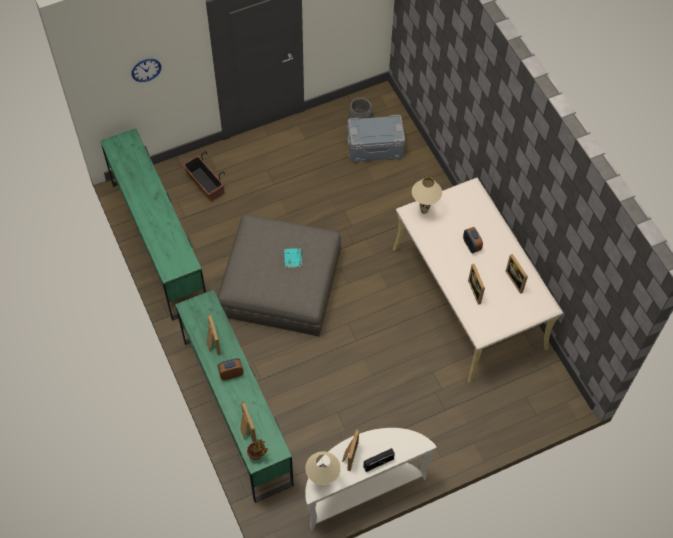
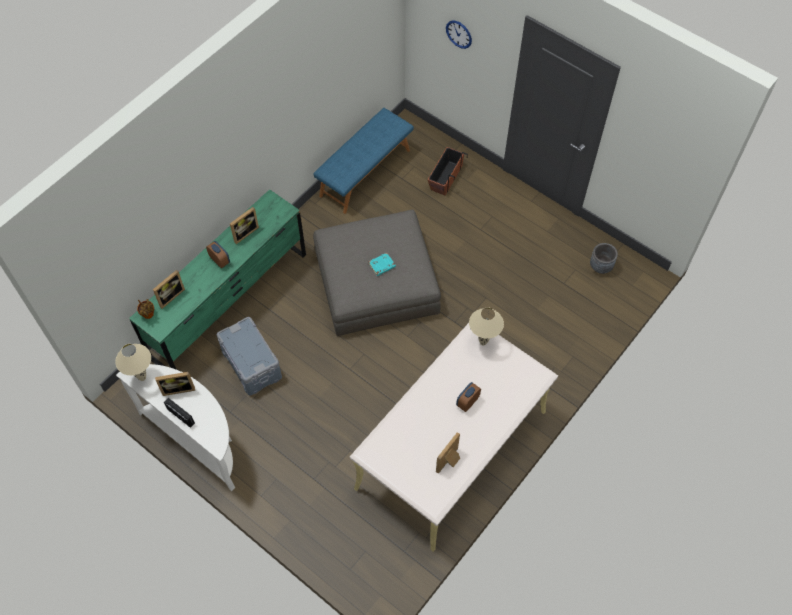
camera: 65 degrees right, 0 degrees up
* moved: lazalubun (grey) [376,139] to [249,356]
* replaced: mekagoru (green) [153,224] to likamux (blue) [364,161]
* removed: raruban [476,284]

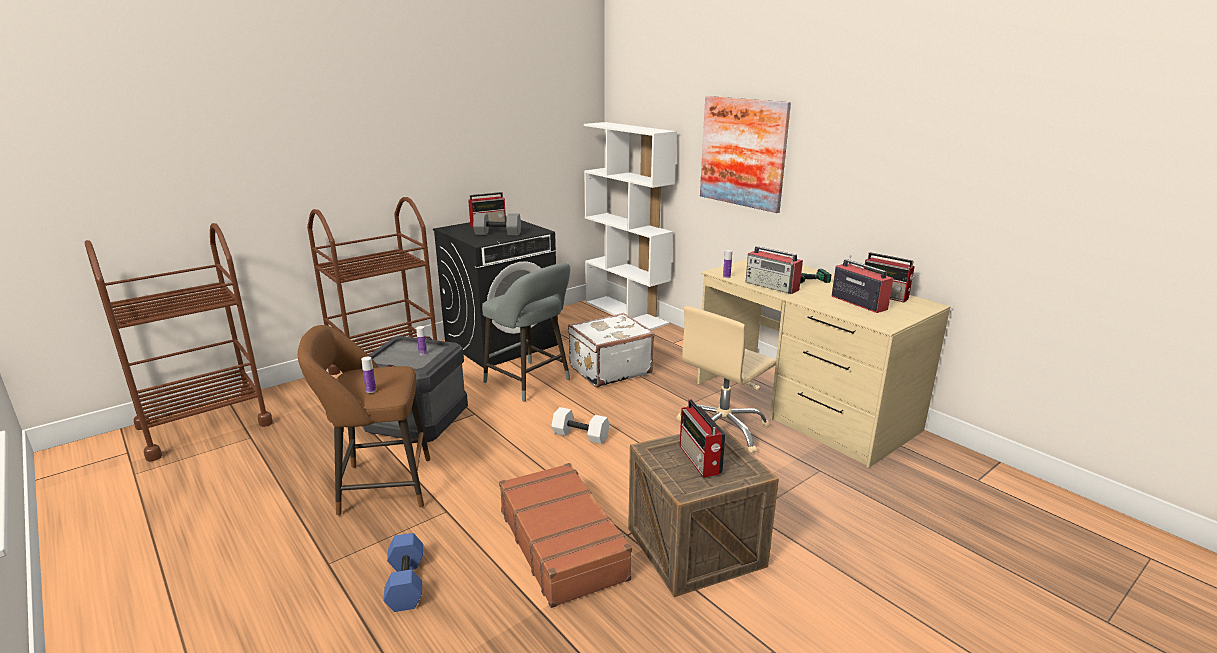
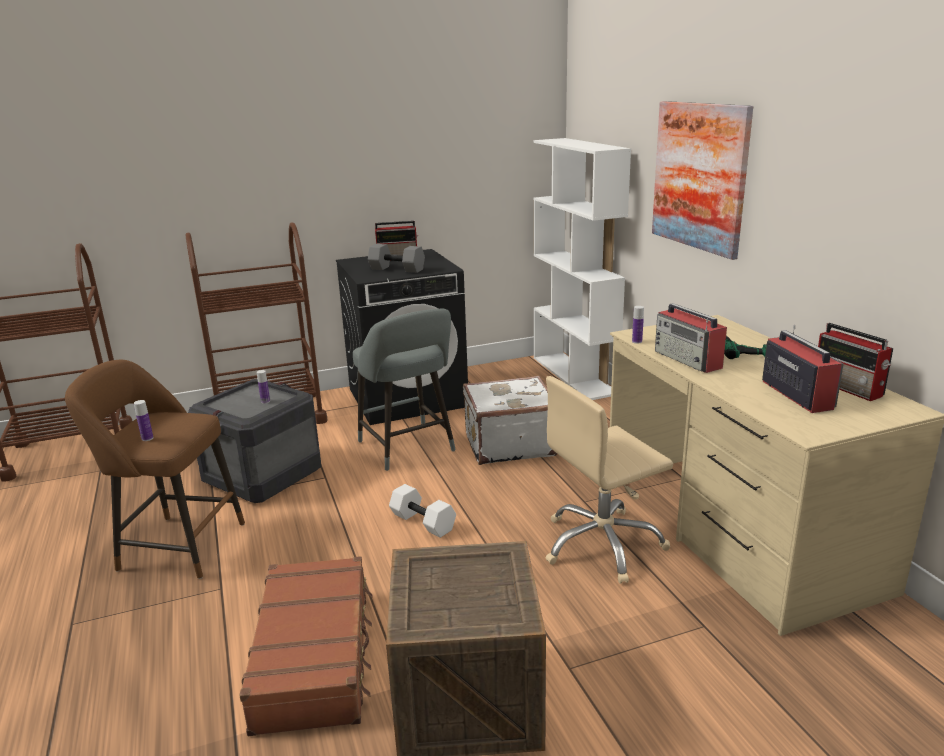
camera: 20 degrees right, 0 degrees up
* removed: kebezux [702,438]
* removed: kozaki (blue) [403,572]

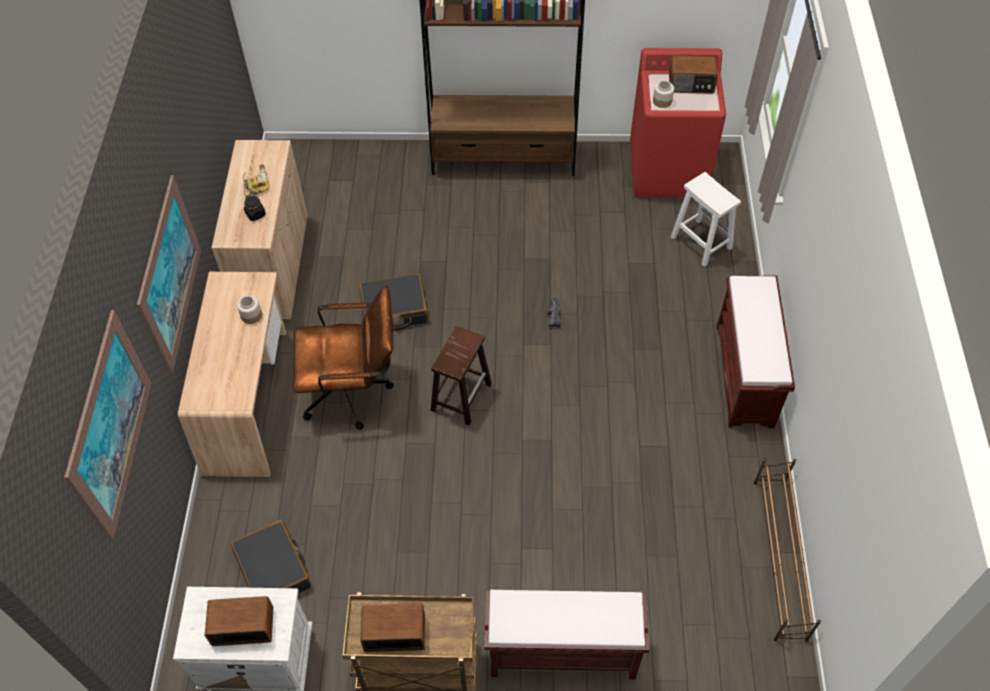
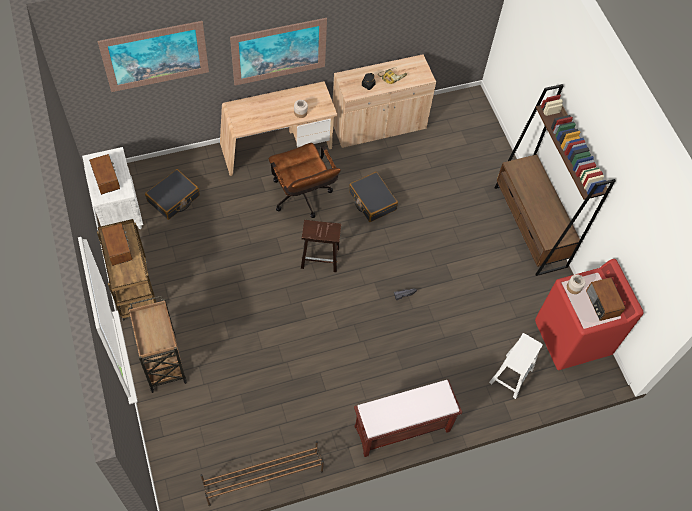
camera: 65 degrees right, 5 degrees up
* replaced: likamux (brown) [566,635] to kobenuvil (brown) [157,344]

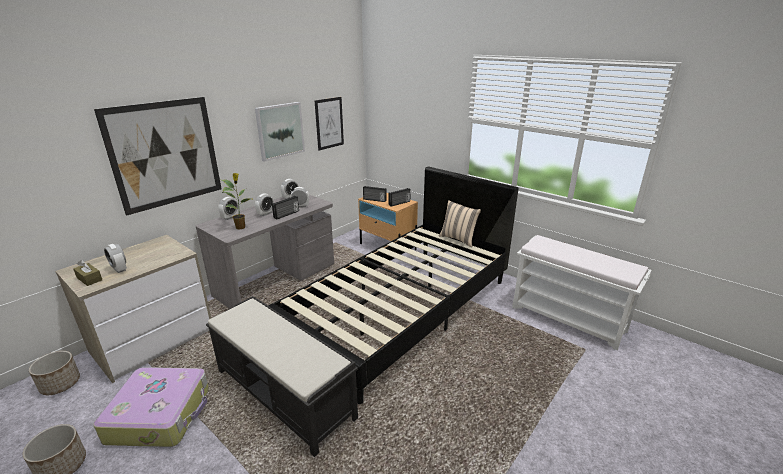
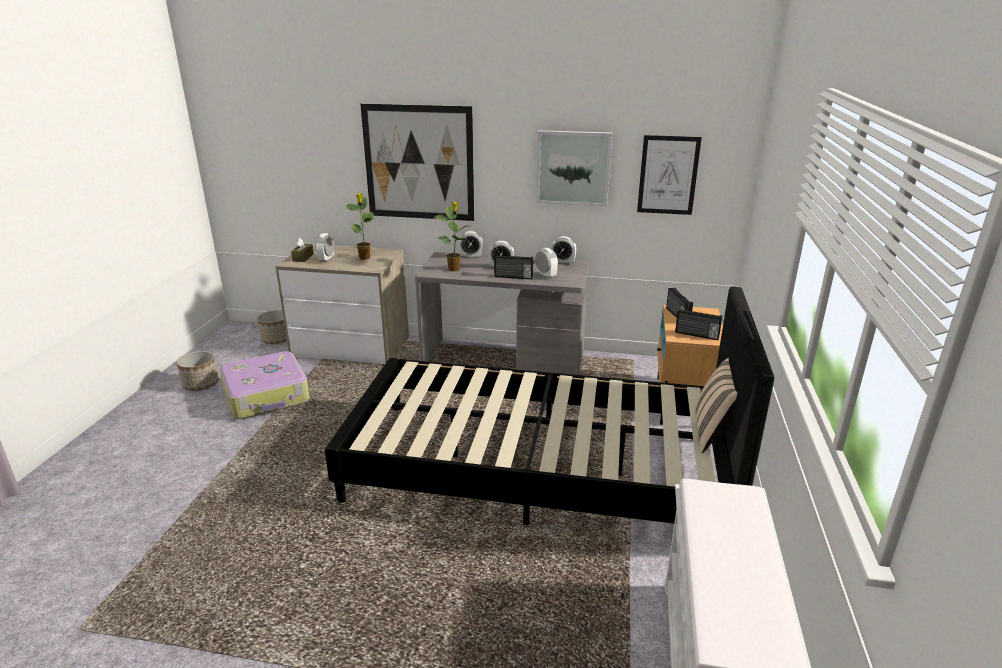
camera: 60 degrees right, 0 degrees up
* removed: likamux (black) [282,376]
* added: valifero [360,226]

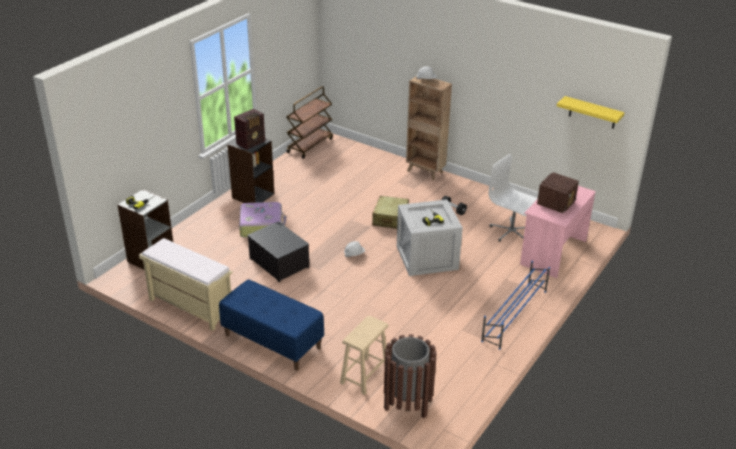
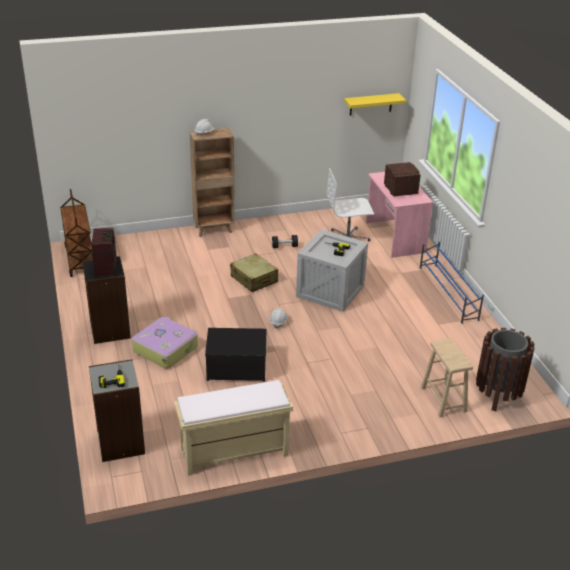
camera: 50 degrees left, 0 degrees up
* removed: likamux (blue) [271,325]

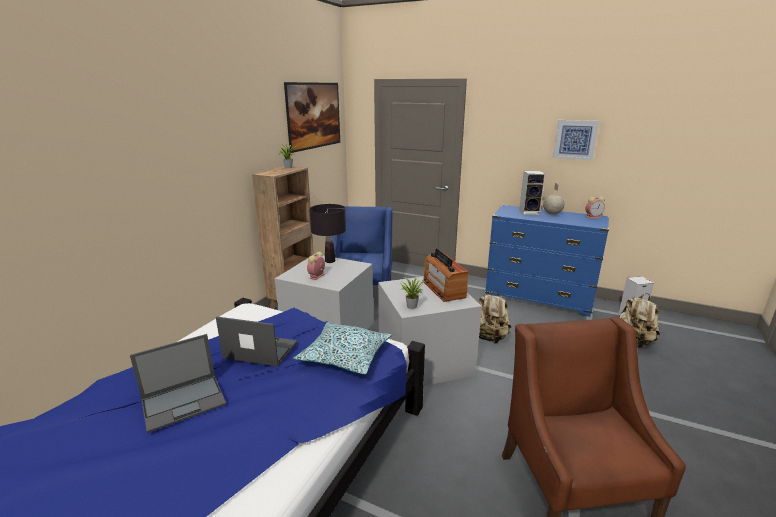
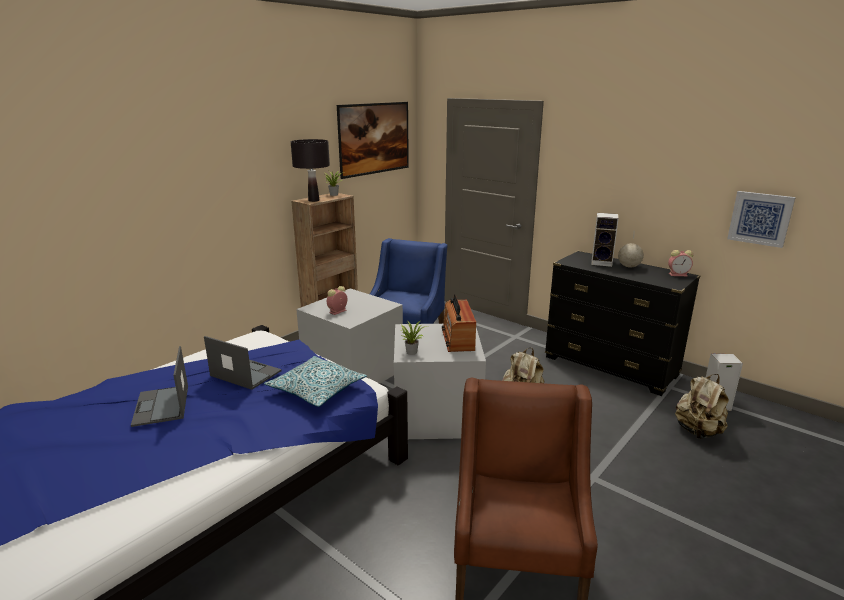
camera: 15 degrees right, 0 degrees up
* moved: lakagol [576,140] to [761,219]
* moved: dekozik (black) [327,233] to [310,170]
* recoloured: mekagoru (blue) [547,261] to mekagoru (black) [623,323]
* turned: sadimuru [178,383] = [159,386] 90 degrees clockwise

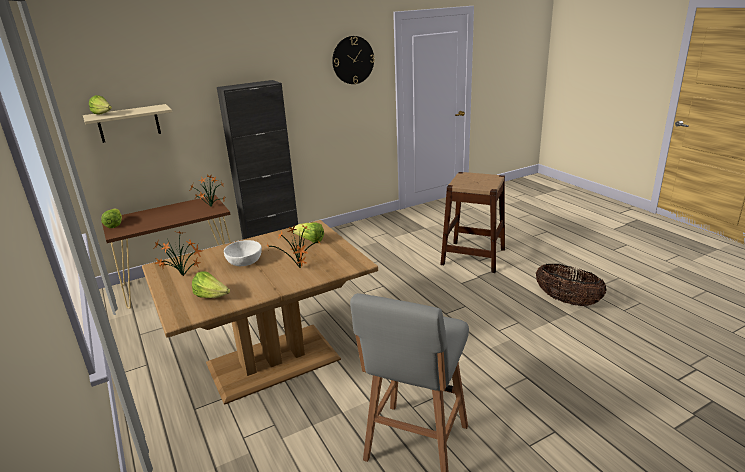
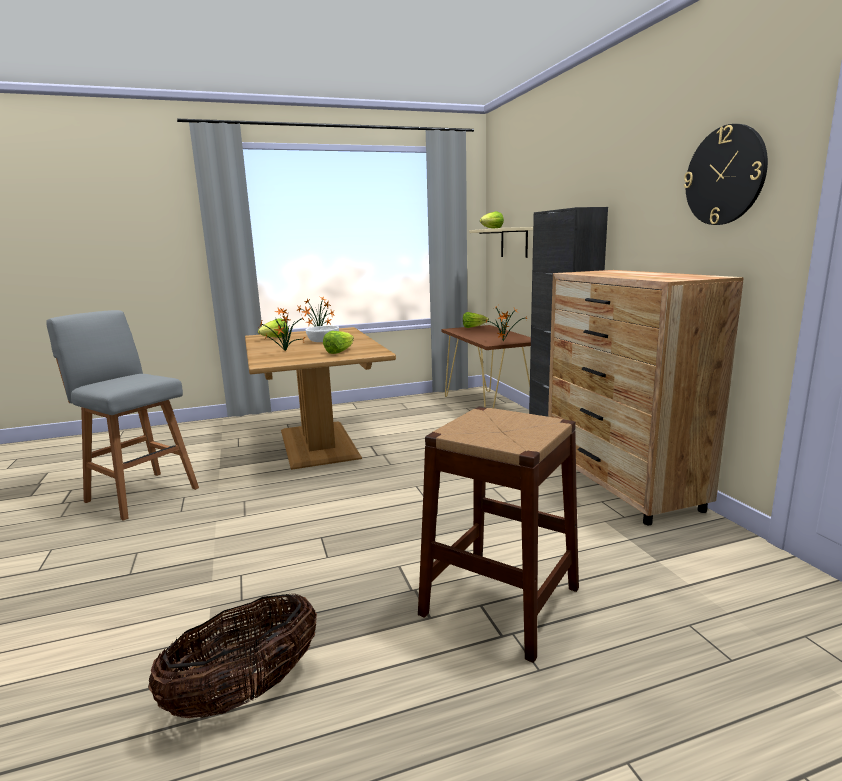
camera: 100 degrees right, 10 degrees down
* added: mekagoru (brown) [646,397]

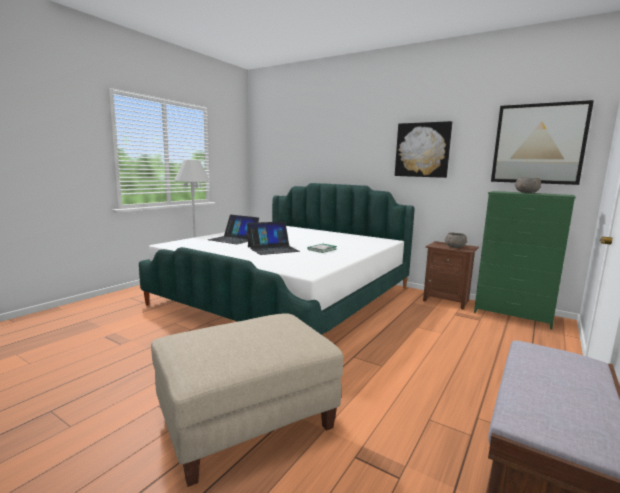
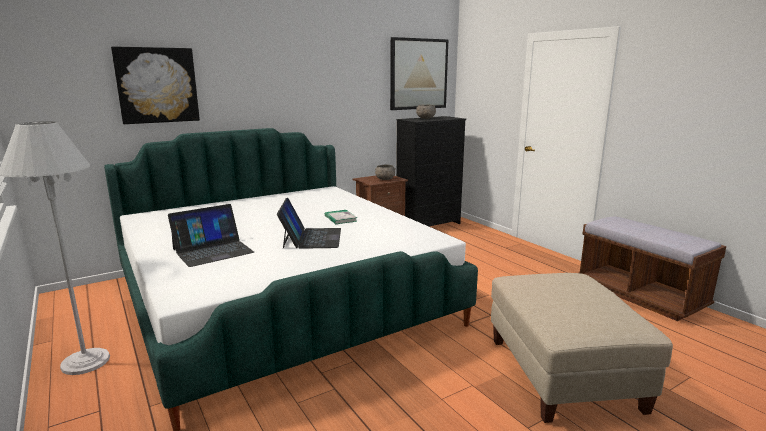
camera: 65 degrees left, 5 degrees up
* moved: lakagol [423,149] to [155,85]
* recoloured: mekagoru (green) [525,260] to mekagoru (black) [431,171]

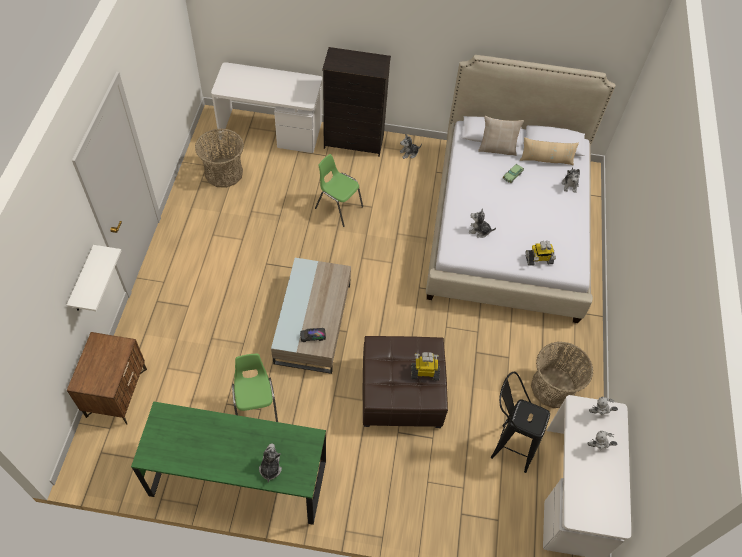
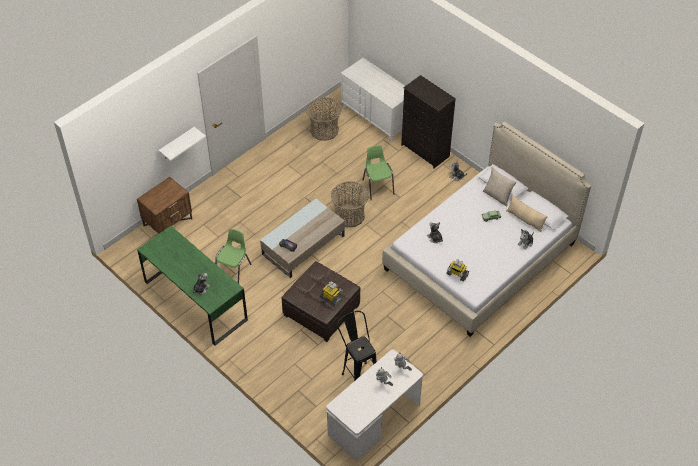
camera: 40 degrees right, 5 degrees down
* replaced: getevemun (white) [266,107] to mekagoru (white) [373,100]
* moved: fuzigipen [562,375] to [350,204]

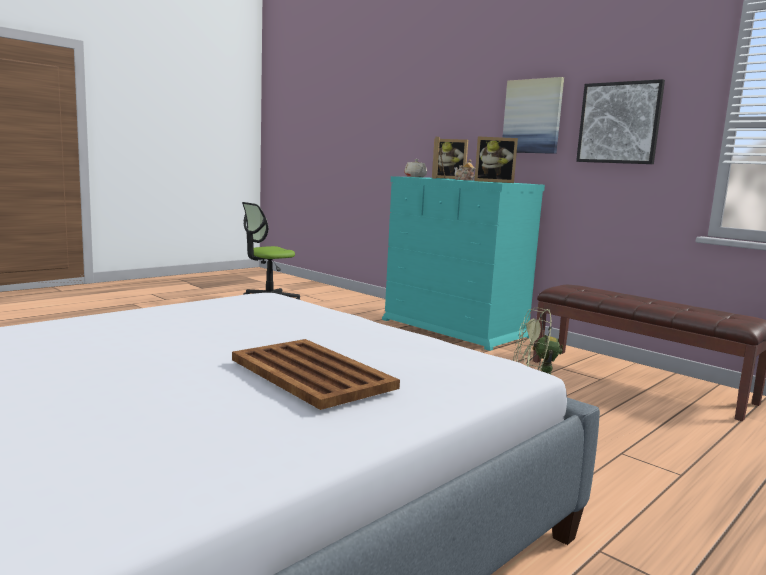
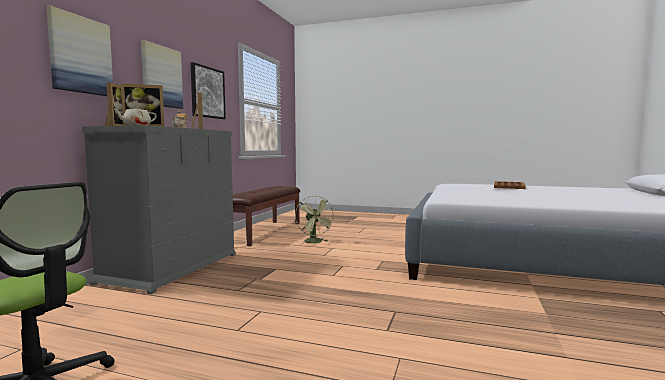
camera: 115 degrees left, 5 degrees down
* recoloured: mekagoru (turquoise) [463,263] to mekagoru (grey) [159,209]
* added: lakagol [79,50]

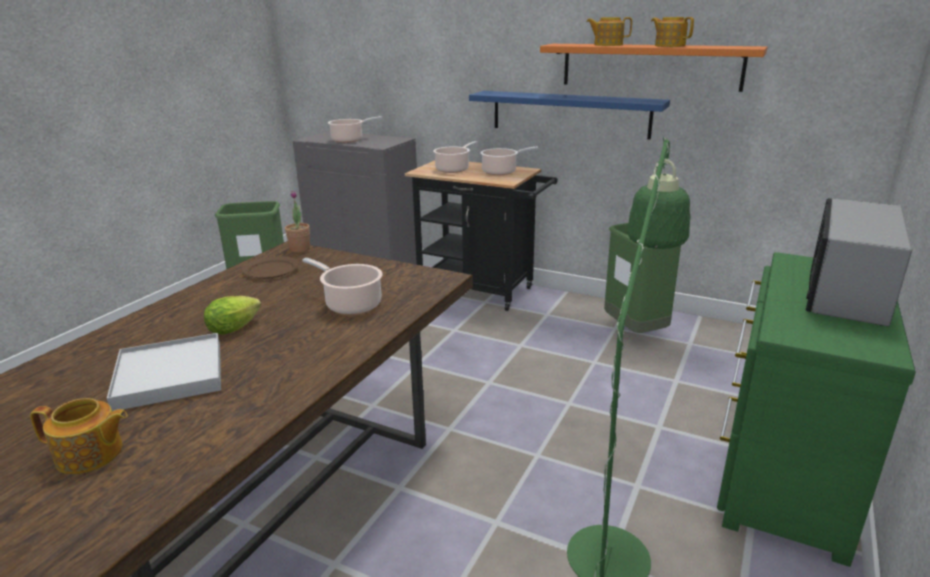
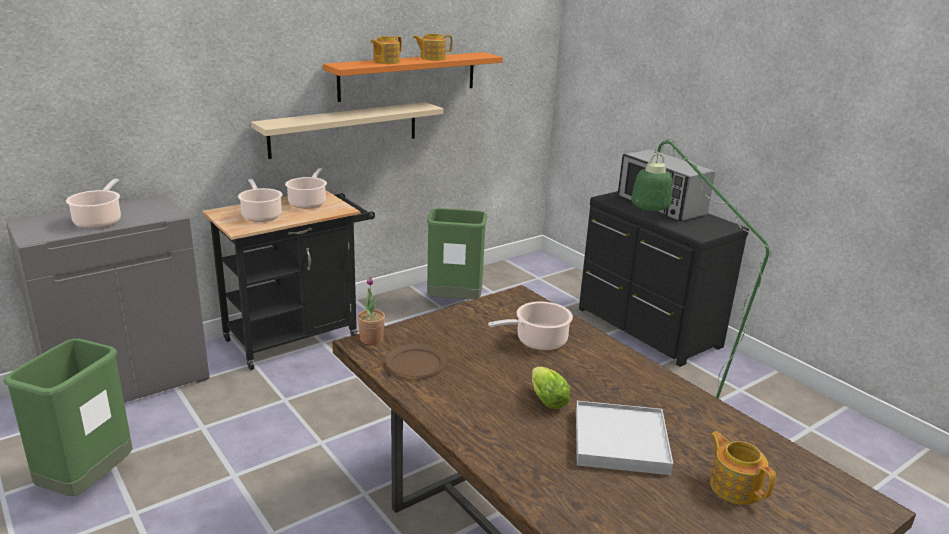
camera: 65 degrees left, 0 degrees up
* recoloured: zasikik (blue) [569,115] to zasikik (beige) [347,130]
* recoloured: mekagoru (green) [816,409] to mekagoru (black) [664,279]
* turned: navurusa [79,436] = [743,468] 60 degrees counterclockwise

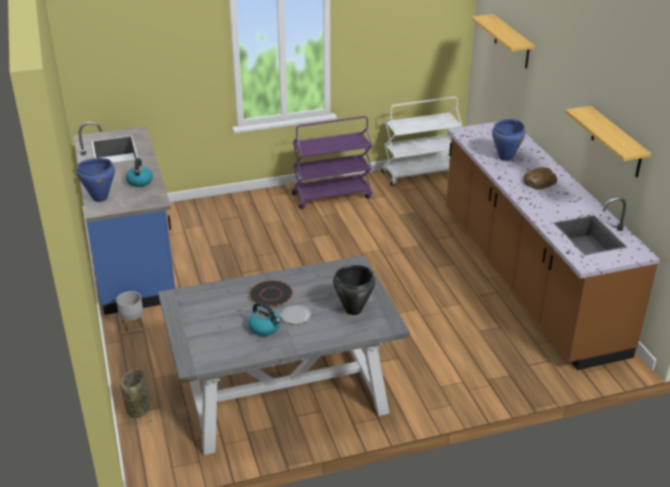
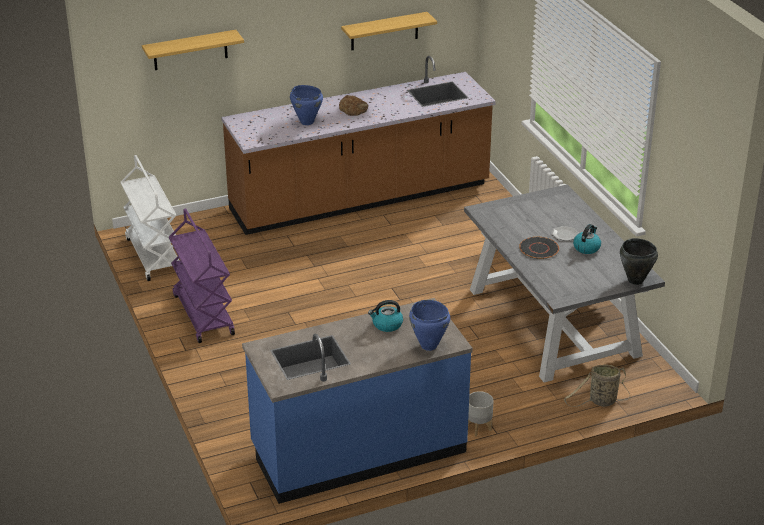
camera: 95 degrees left, 0 degrees up
* moved: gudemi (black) [354,290] to [639,261]

